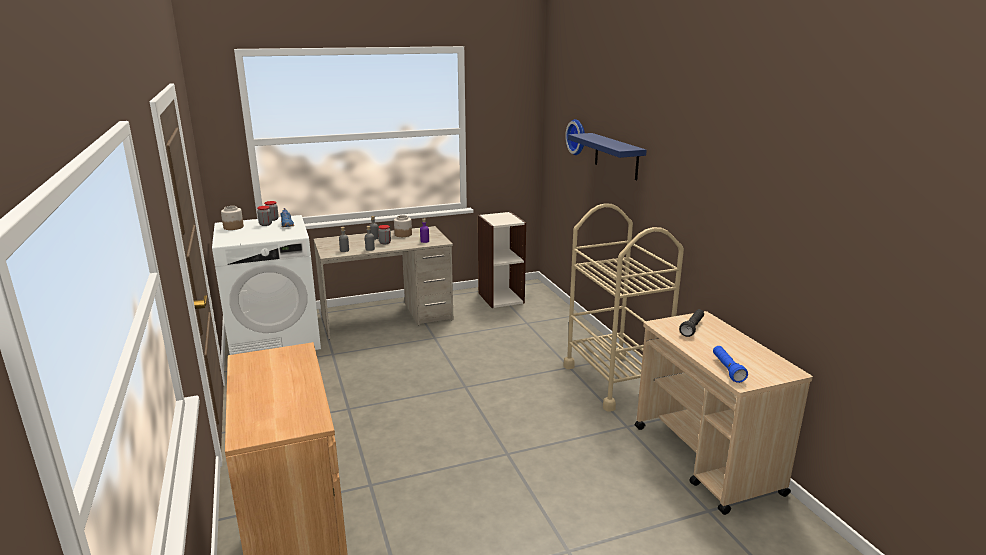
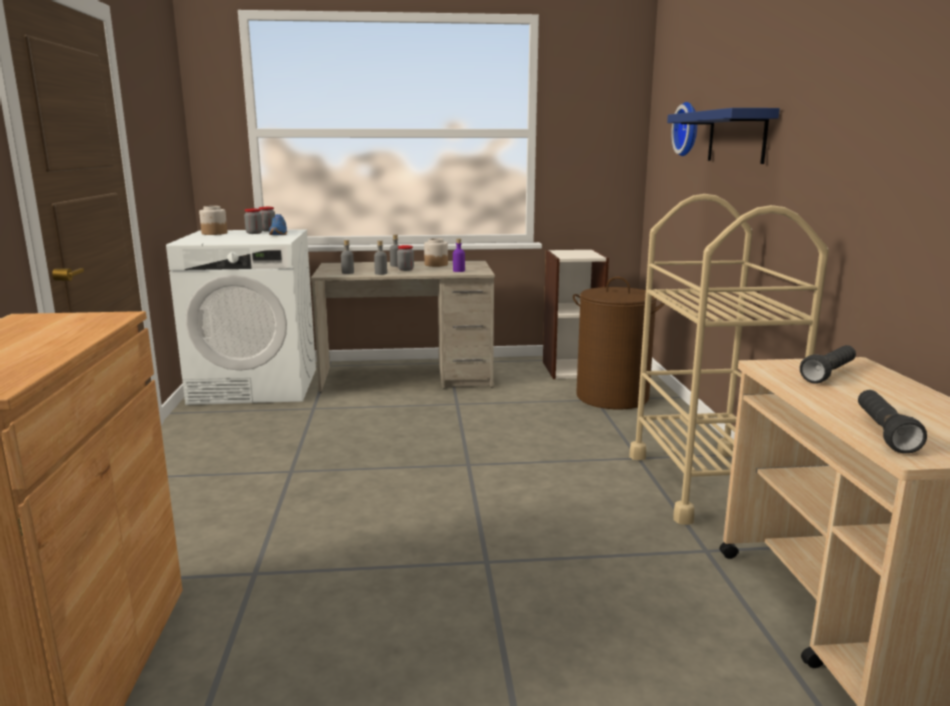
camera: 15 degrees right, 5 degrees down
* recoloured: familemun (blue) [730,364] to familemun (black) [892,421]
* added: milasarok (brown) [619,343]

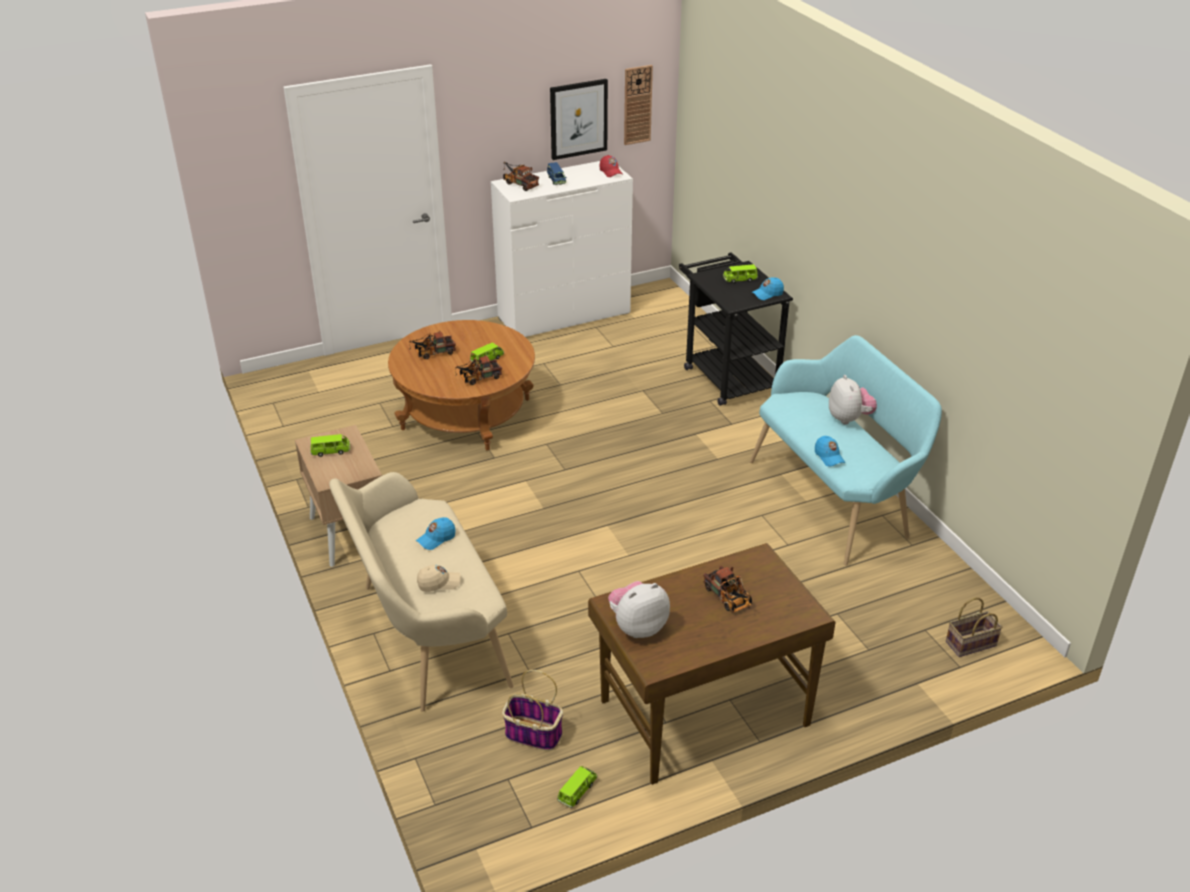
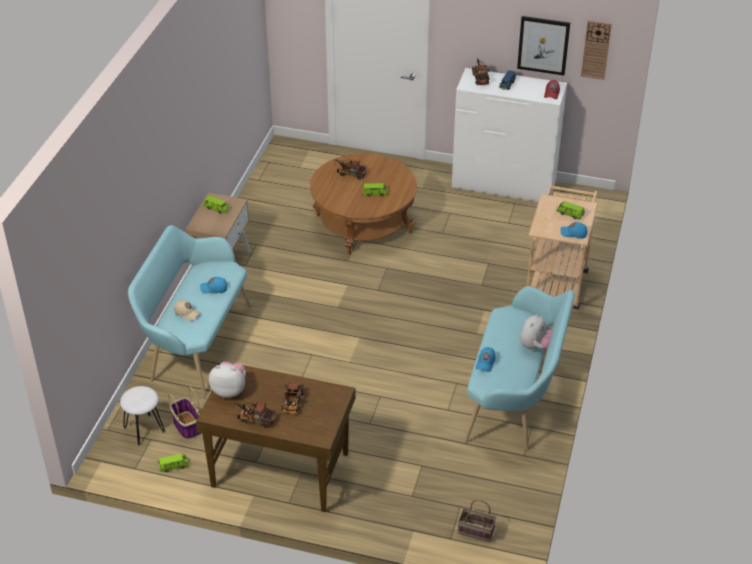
camera: 40 degrees right, 5 degrees up
* recoloured: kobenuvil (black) [736,329] to kobenuvil (beige) [562,246]
* moved: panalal [478,370] to [255,414]
* recoloured: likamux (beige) [421,591] to likamux (turquoise) [190,311]
* added: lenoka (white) [142,415]

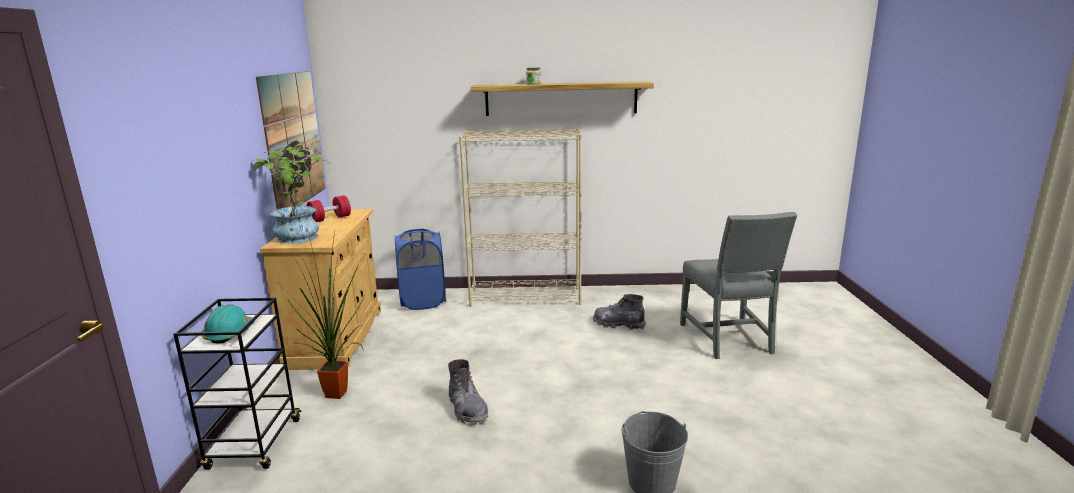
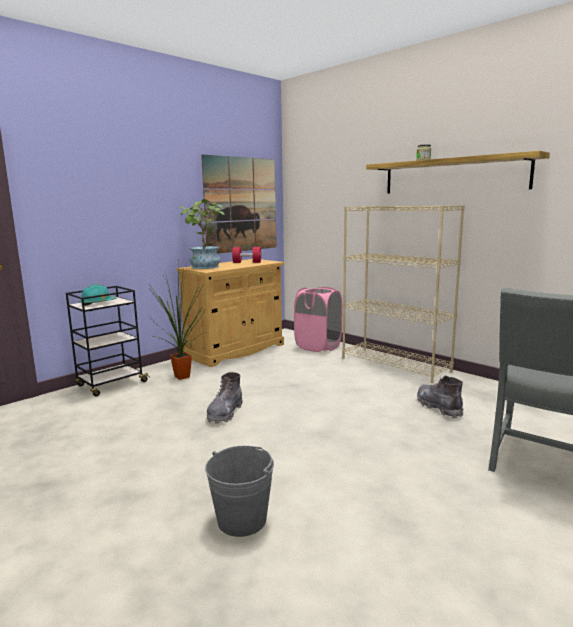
camera: 45 degrees right, 5 degrees down
* recoloured: milasarok (blue) [420,269] to milasarok (pink) [318,319]

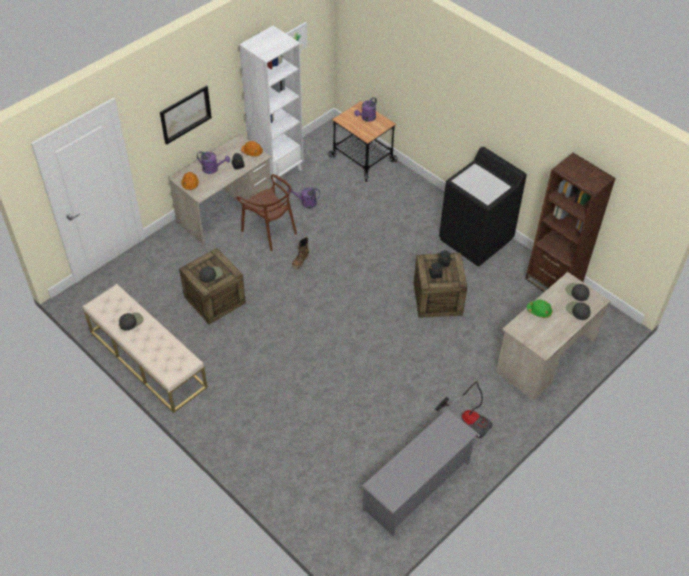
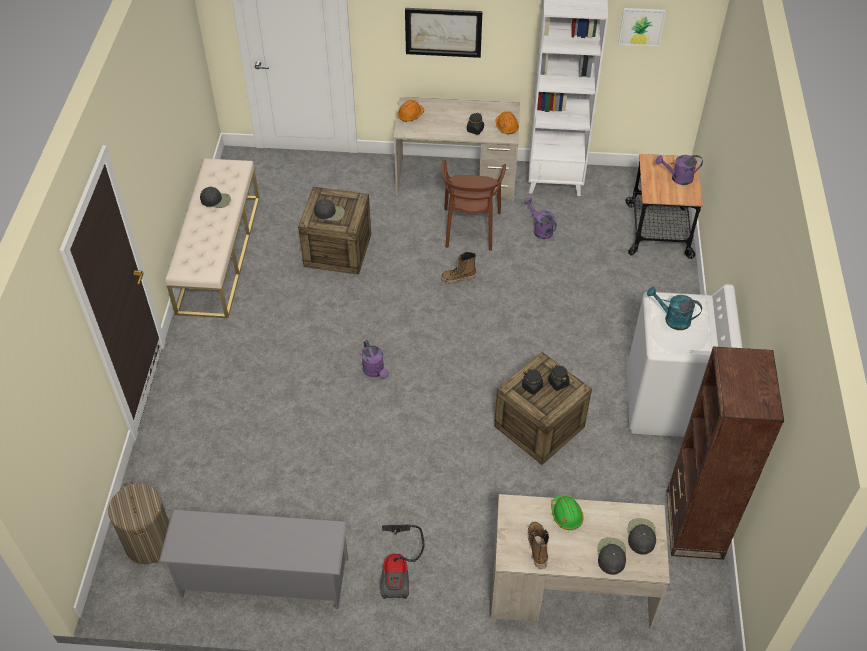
camera: 50 degrees right, 0 degrees up
* recoloured: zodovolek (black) [483,206] to zodovolek (white) [685,360]
* moved: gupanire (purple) [213,162] to [375,359]
* added: gupanire (turquoise) [674,308]
* added: milasarok [138,523]
* added: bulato [538,545]

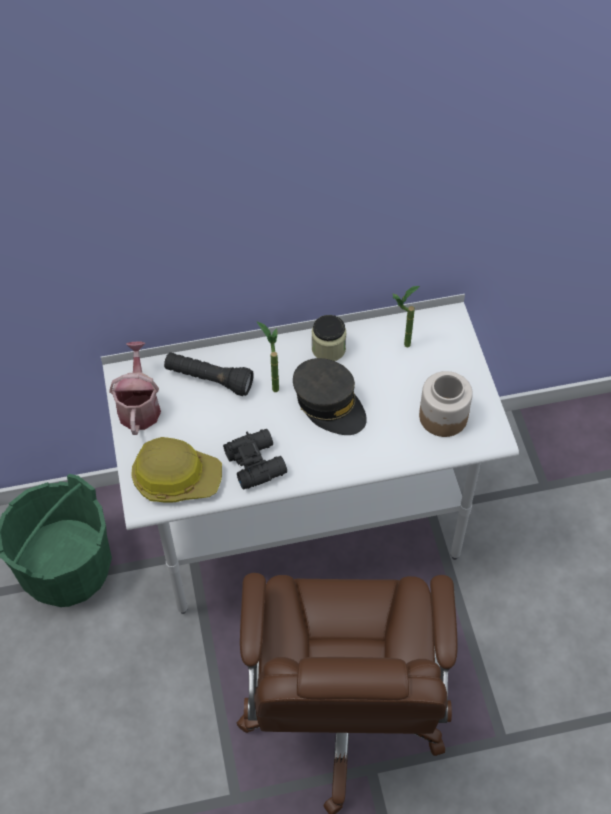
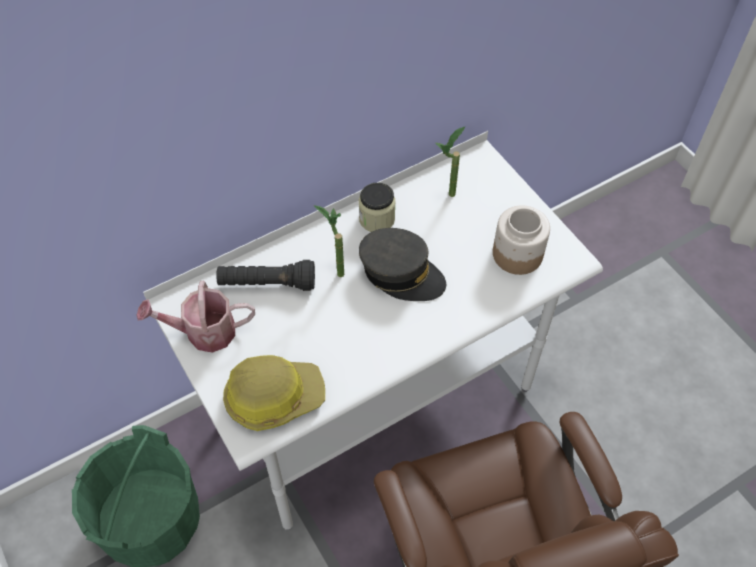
camera: 20 degrees left, 0 degrees up
* turned: gupanire [135,388] = [195,317] 75 degrees counterclockwise
* removed: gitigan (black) [255,459]

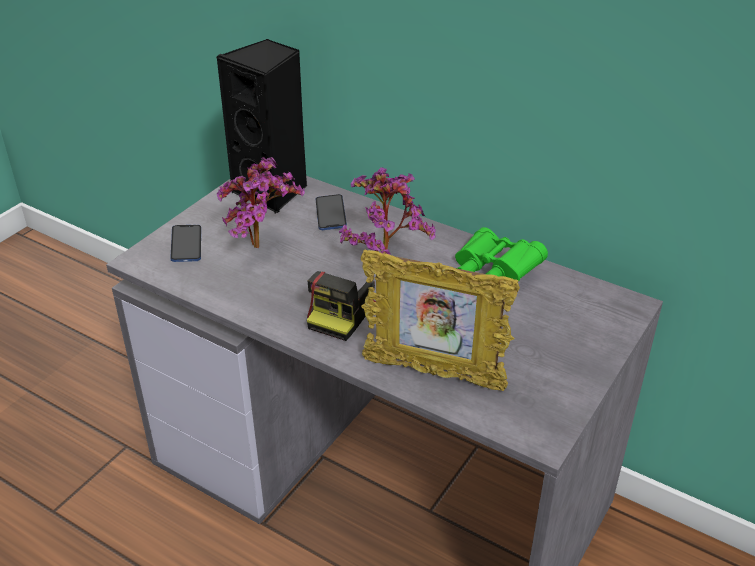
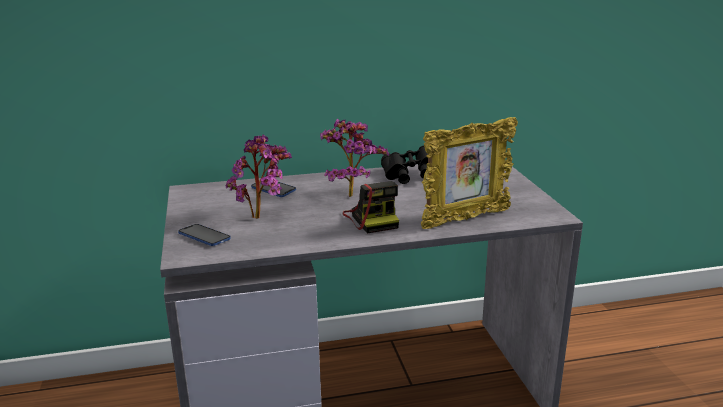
camera: 45 degrees left, 15 degrees down
* removed: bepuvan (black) [261,126]
* recoloured: gitigan (green) [501,254] to gitigan (black) [404,164]

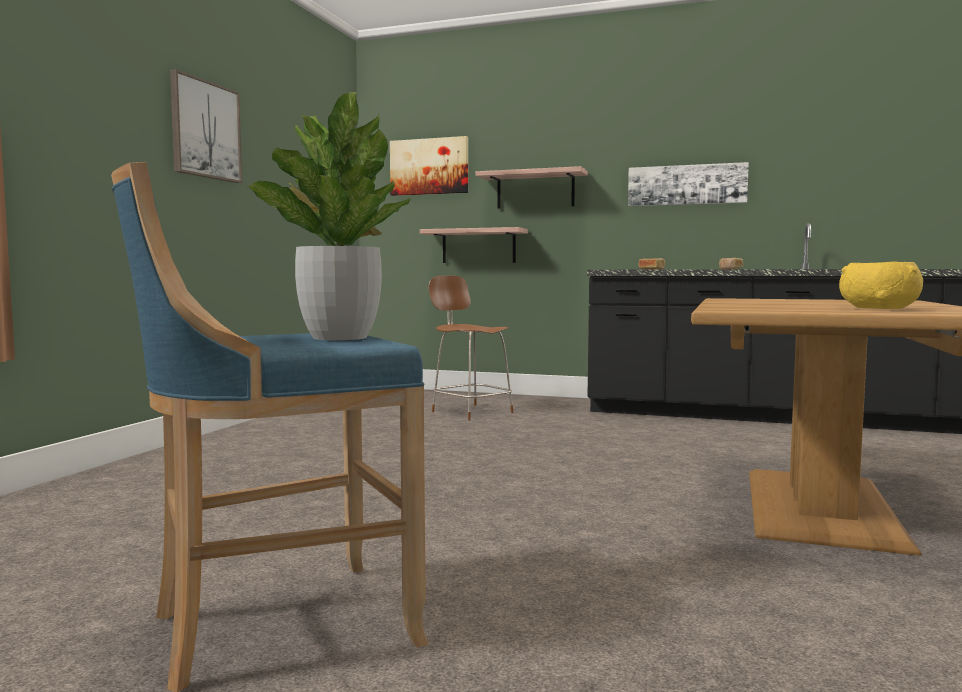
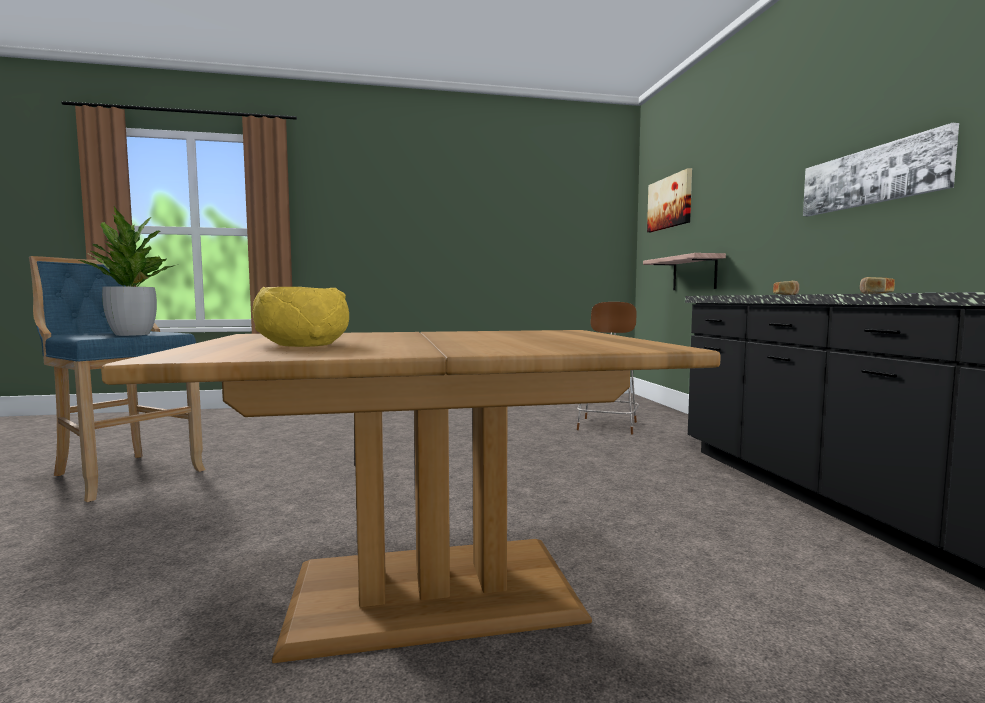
camera: 60 degrees right, 0 degrees up
* removed: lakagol [206,126]
* removed: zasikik [532,187]

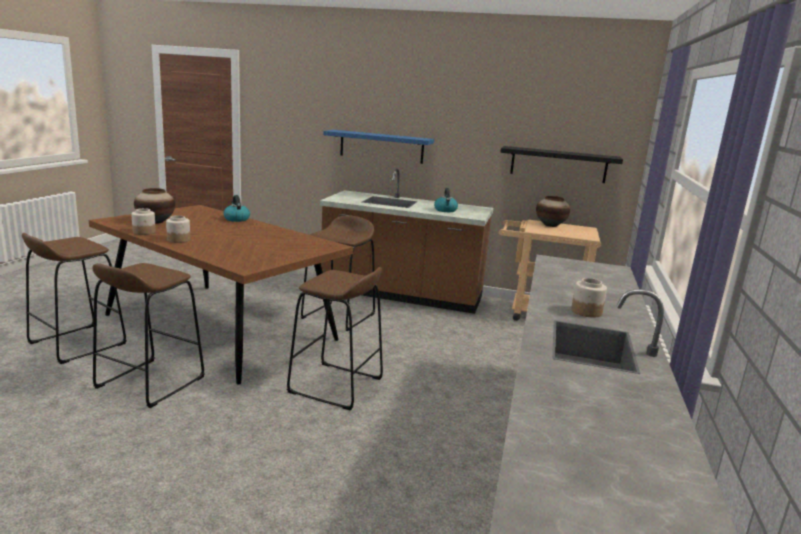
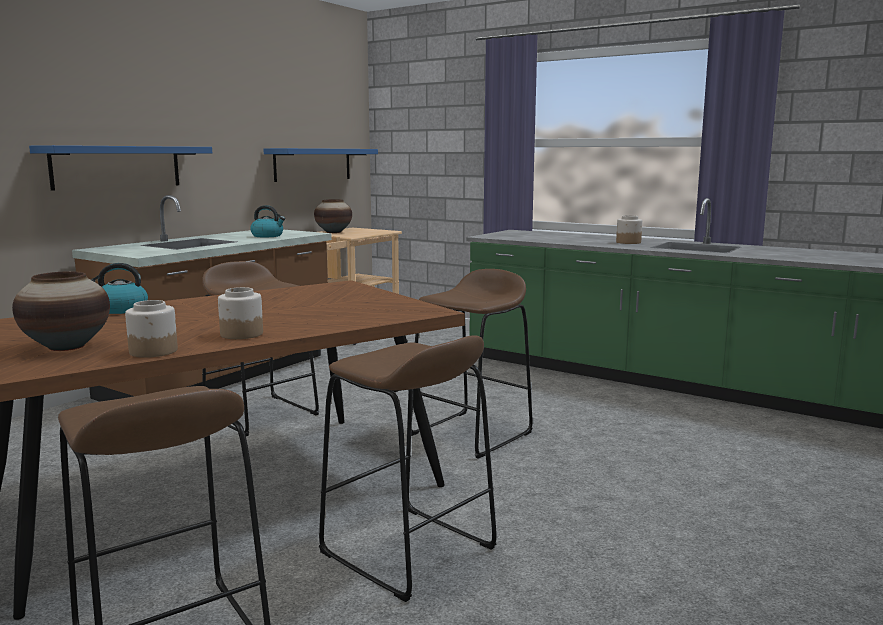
camera: 70 degrees left, 5 degrees down
* recoloured: zasikik (black) [561,164] to zasikik (blue) [320,165]

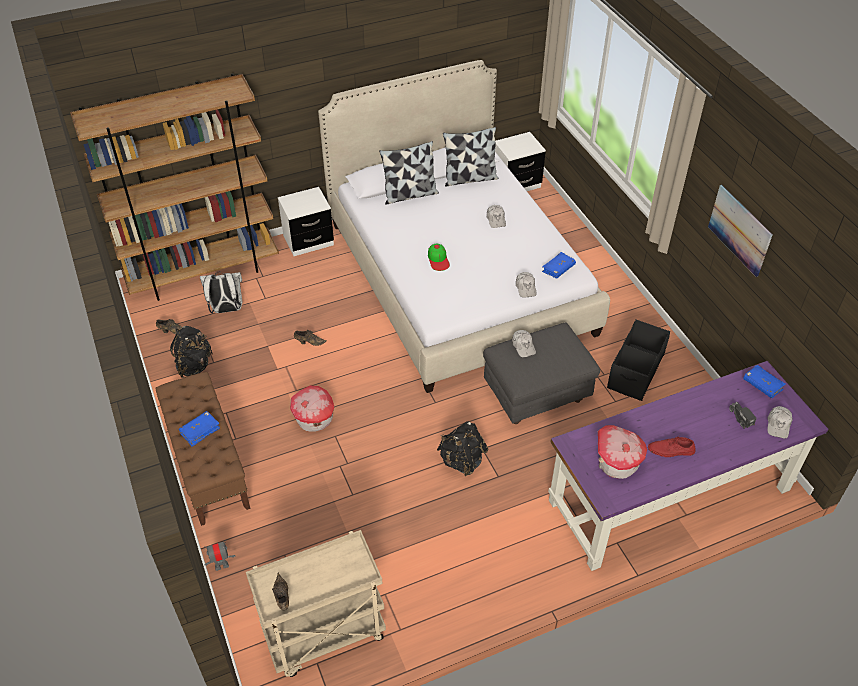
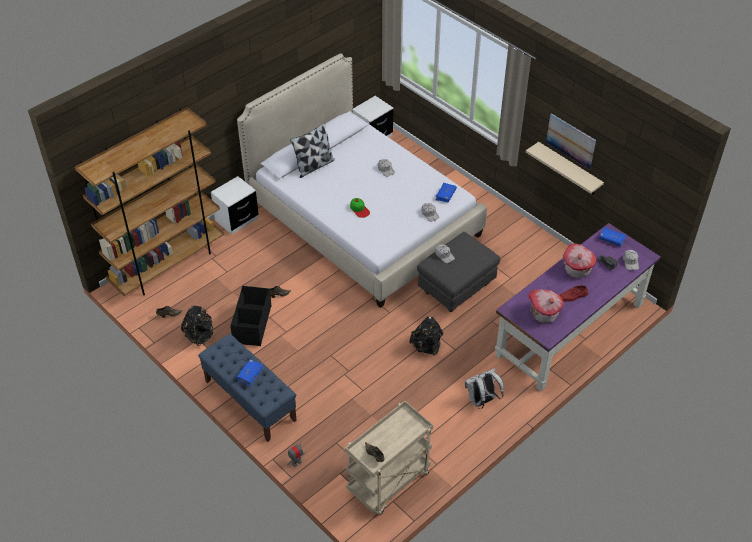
camera: 20 degrees left, 0 degrees up
* removed: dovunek [471,156]
* moved: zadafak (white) [221,293] to [484,388]
* moved: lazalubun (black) [638,360] to [251,316]
* recoloured: likamux (brown) [203,449] to likamux (blue) [247,388]
* moved: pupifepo [312,408] to [579,260]
* added: zasikik (beige) [565,168]

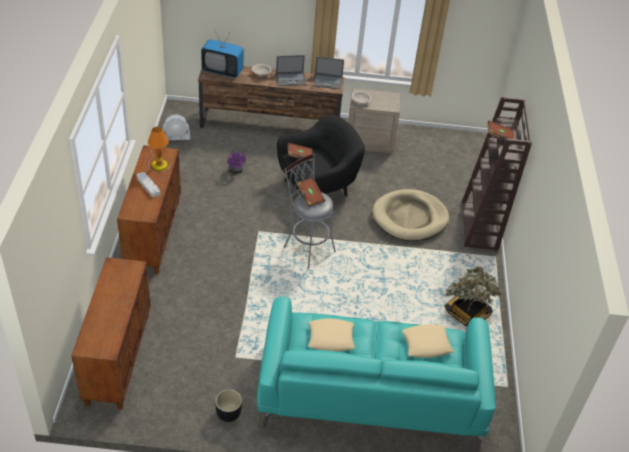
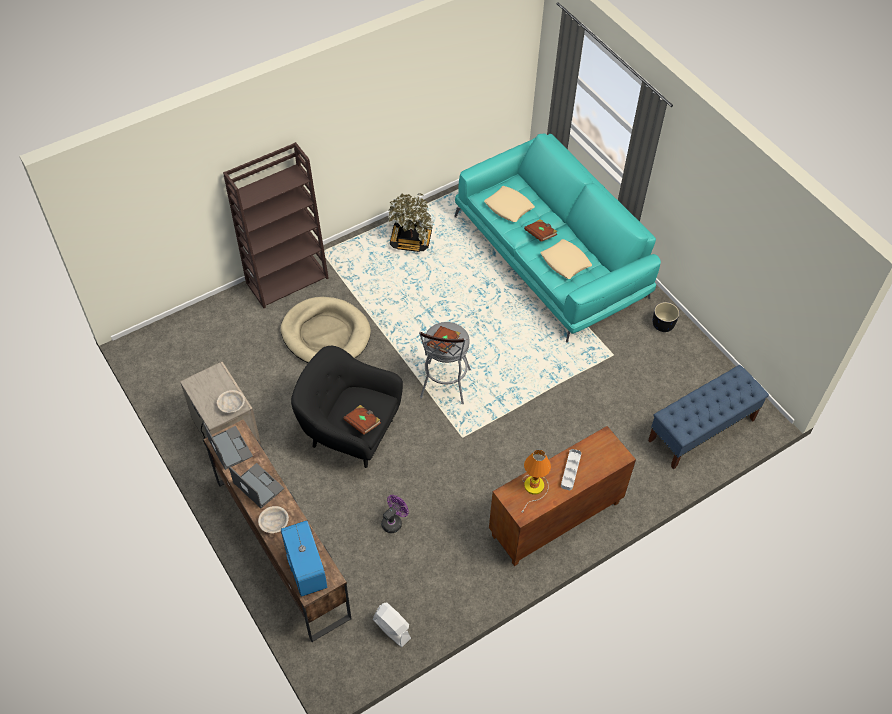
camera: 125 degrees left, 10 degrees up
* moved: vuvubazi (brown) [501,131] to [540,230]
* replaced: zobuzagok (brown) [111,333] to likamux (blue) [708,417]

